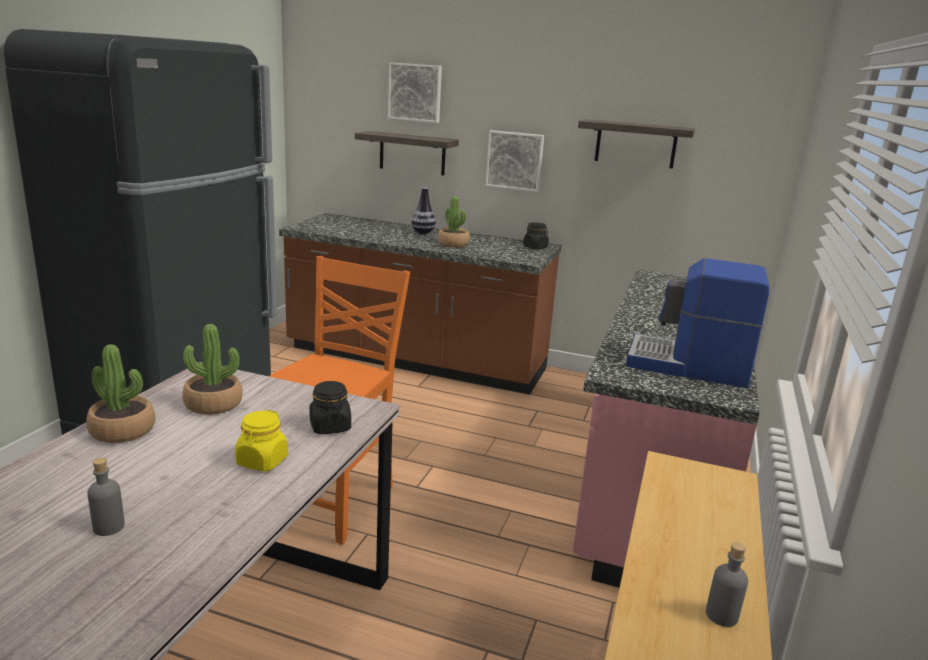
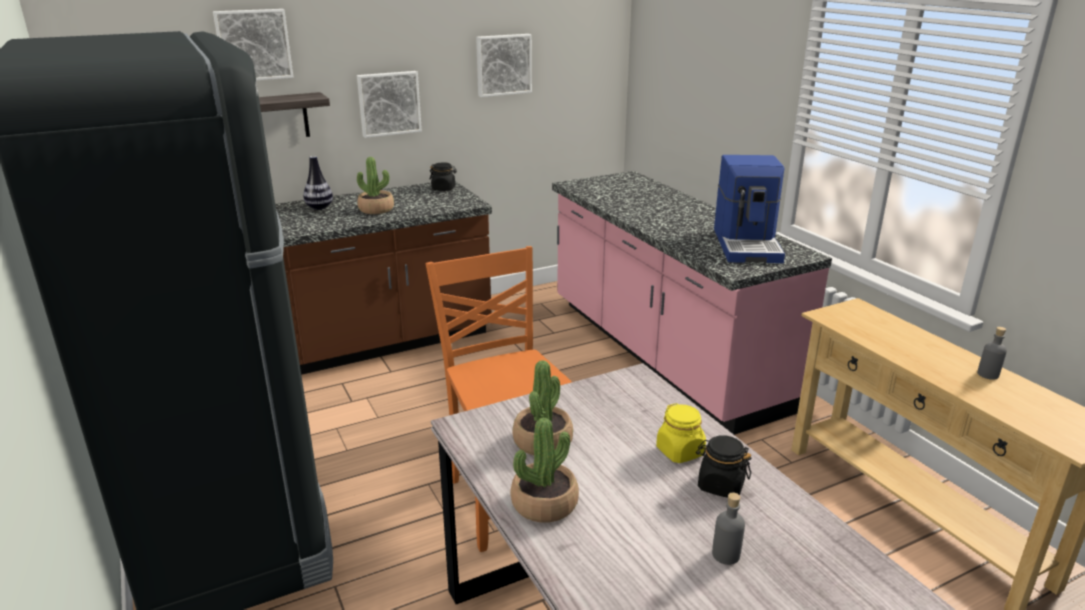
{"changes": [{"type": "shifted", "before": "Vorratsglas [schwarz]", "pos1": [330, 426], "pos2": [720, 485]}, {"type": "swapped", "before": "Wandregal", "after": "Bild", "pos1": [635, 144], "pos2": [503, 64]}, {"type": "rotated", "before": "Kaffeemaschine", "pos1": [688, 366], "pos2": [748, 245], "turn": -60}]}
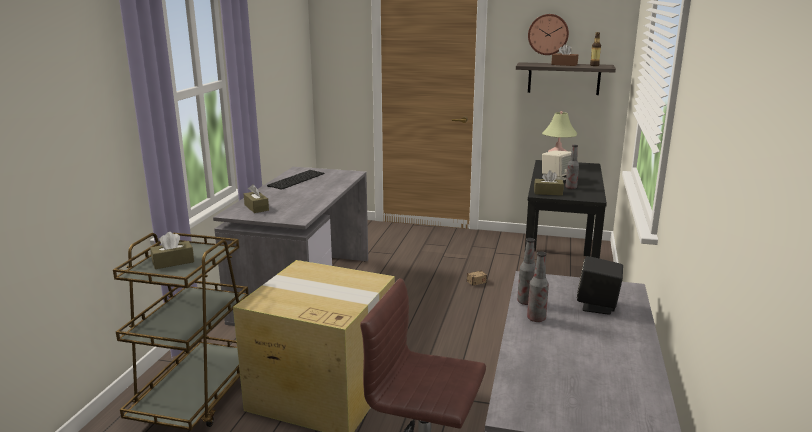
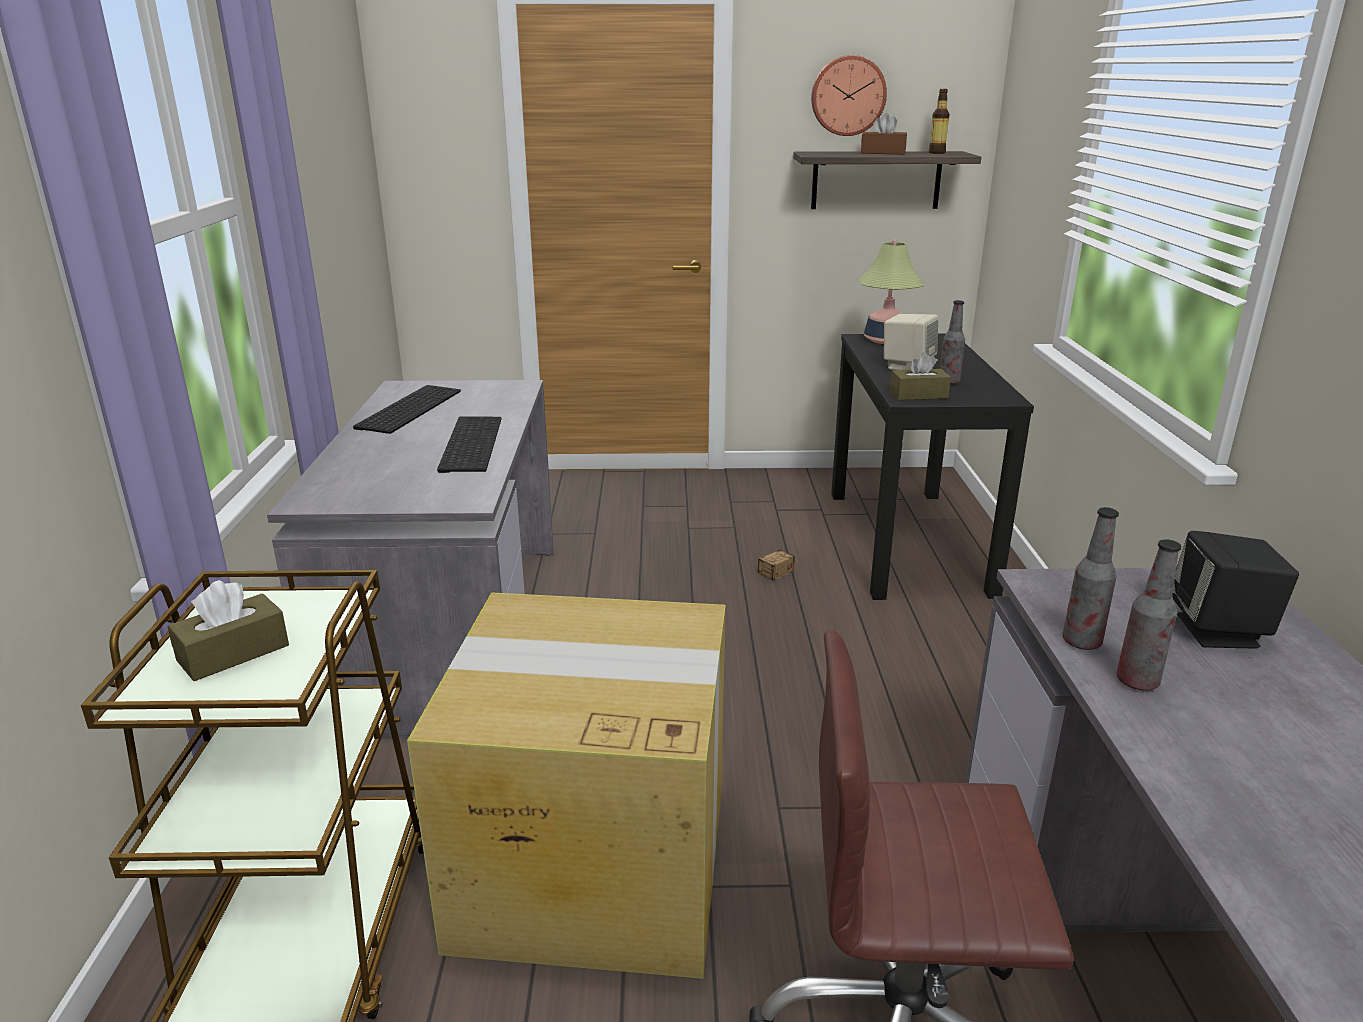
{"changes": [{"type": "gone", "before": "Taschentuchbox [braun]", "pos1": [256, 207]}, {"type": "new", "after": "Tastatur", "pos2": [469, 443]}]}
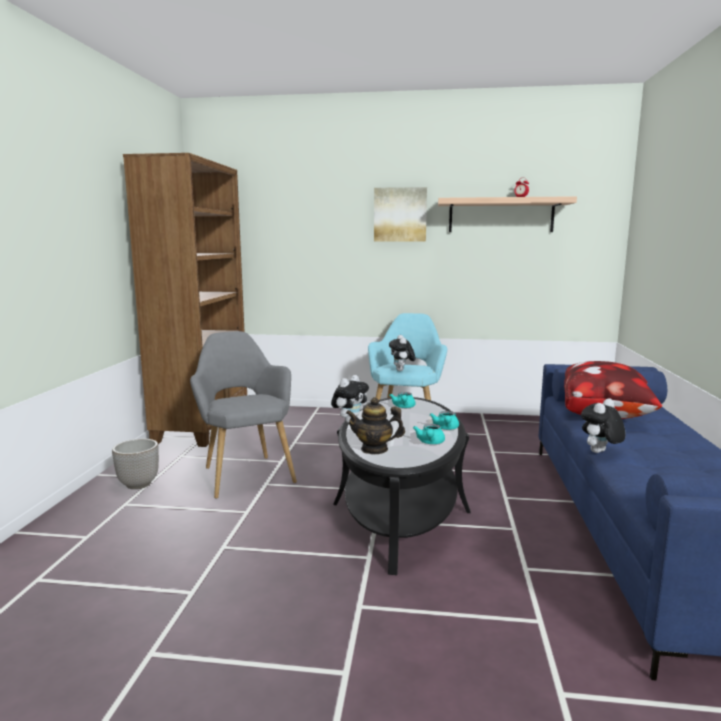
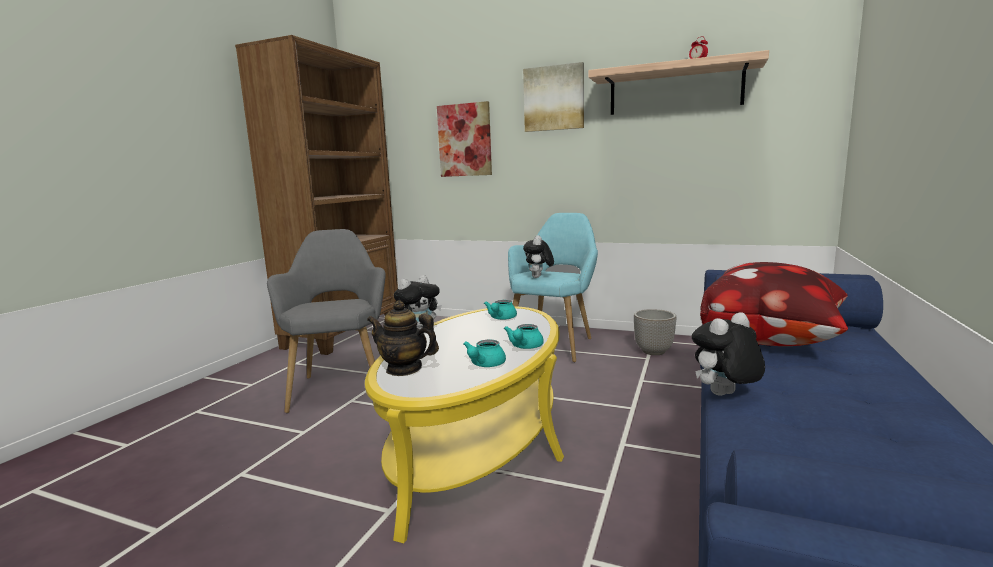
{"changes": [{"type": "new", "after": "Bild", "pos2": [465, 140]}, {"type": "shifted", "before": "Pflanzkübel", "pos1": [138, 484], "pos2": [653, 351]}, {"type": "repainted", "before": "Couchtisch [schwarz]", "after": "Couchtisch [gelb]", "pos1": [401, 507], "pos2": [478, 444]}]}
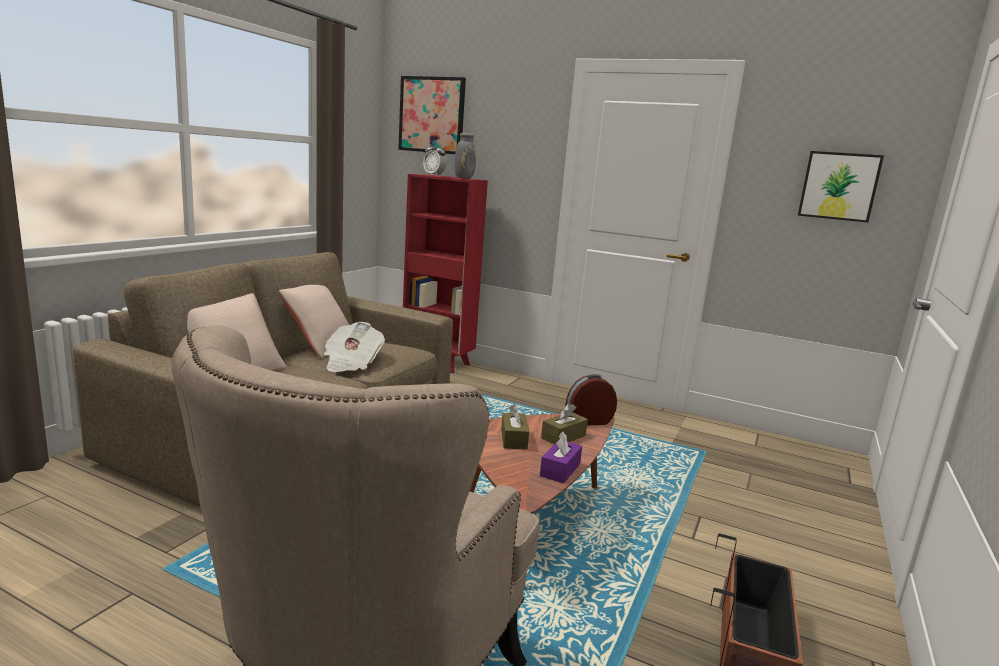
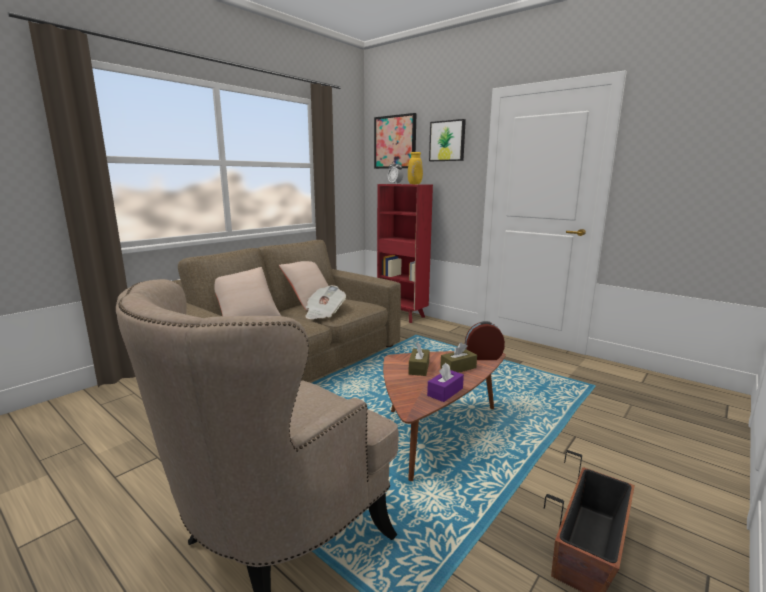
{"changes": [{"type": "shifted", "before": "Bild", "pos1": [839, 186], "pos2": [447, 141]}, {"type": "repainted", "before": "Vase [grau]", "after": "Vase [gelb]", "pos1": [464, 178], "pos2": [415, 184]}]}
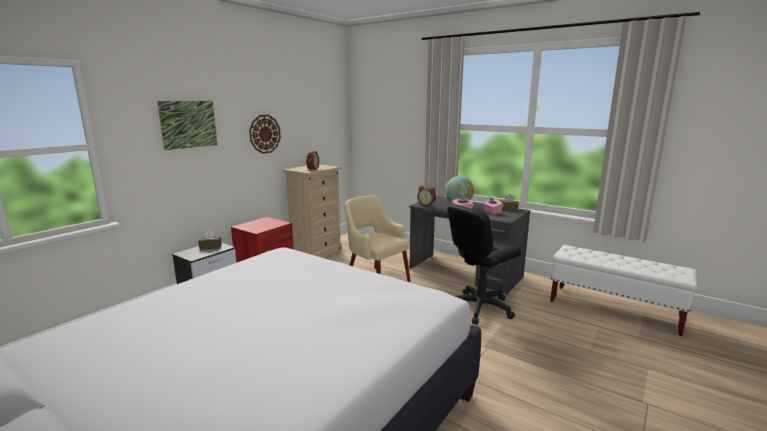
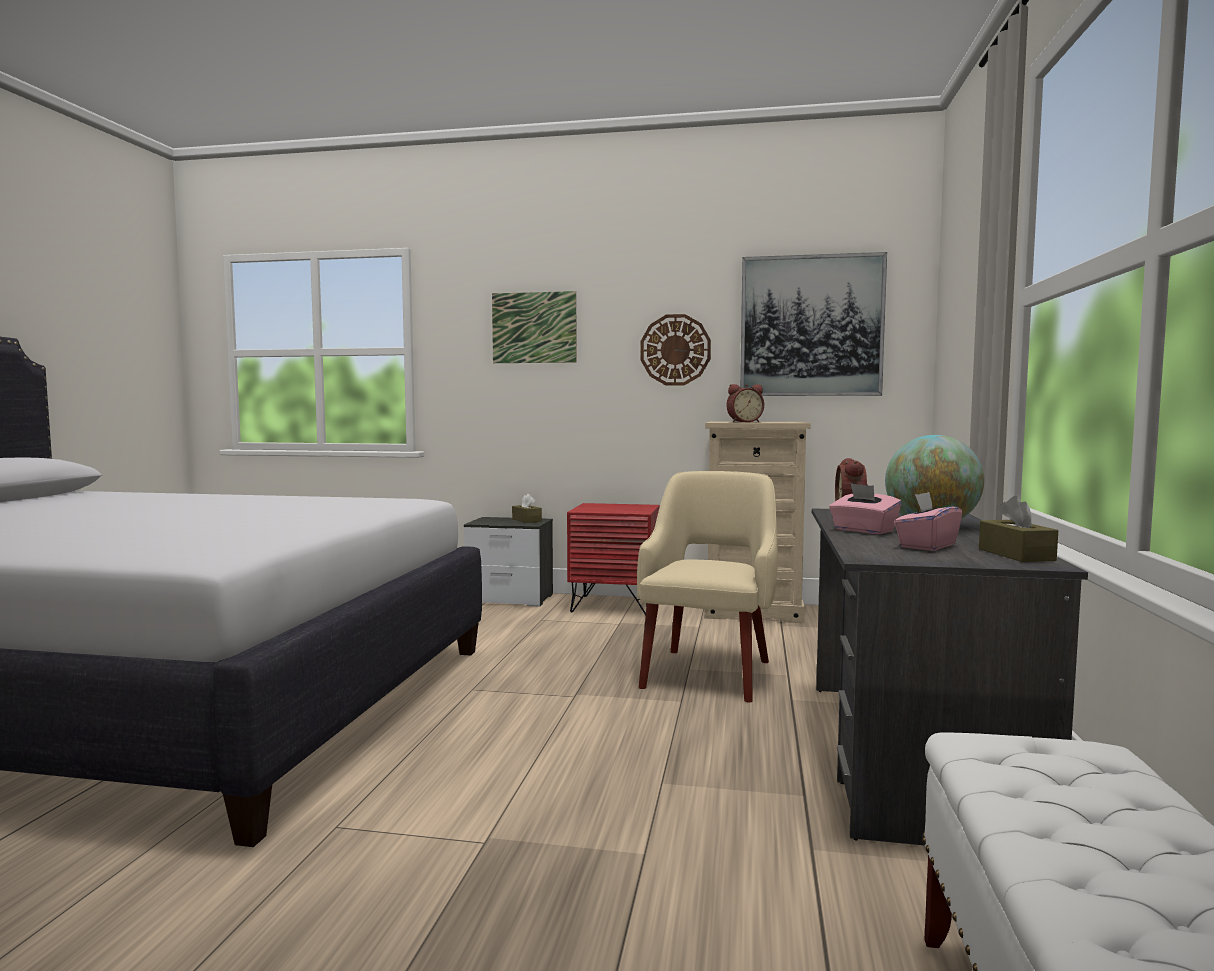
{"changes": [{"type": "gone", "before": "Bürostuhl [schwarz]", "pos1": [479, 307]}, {"type": "new", "after": "Bild", "pos2": [811, 326]}]}
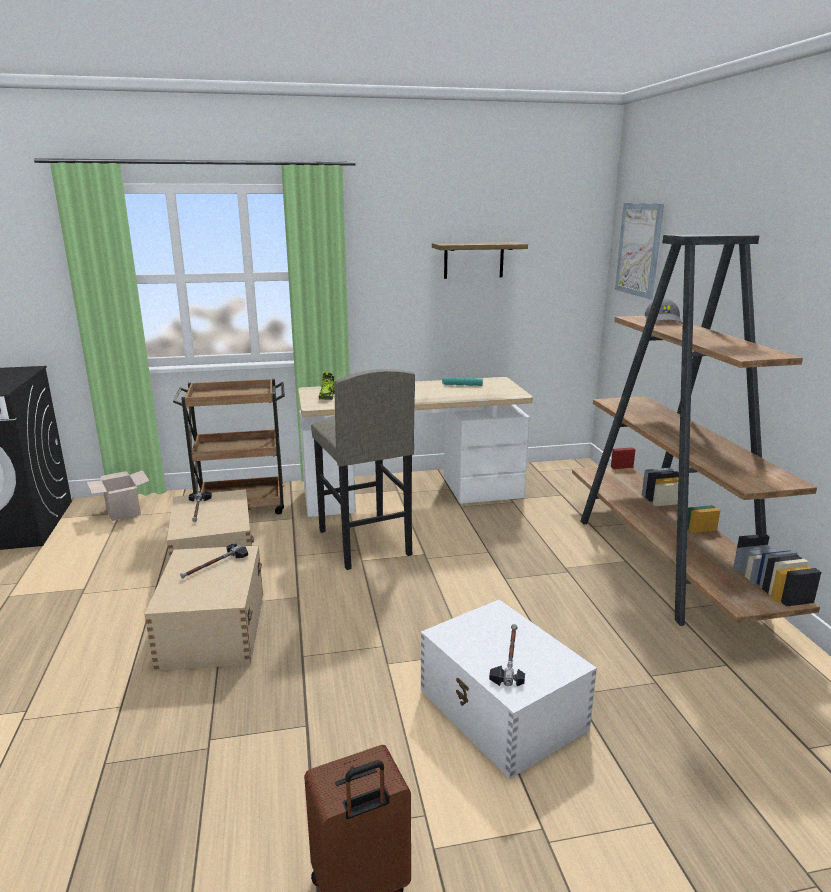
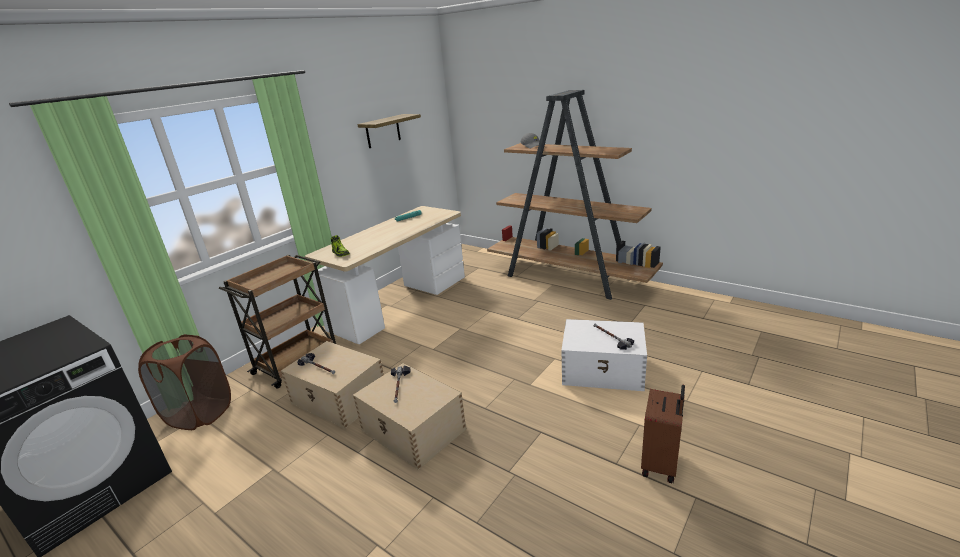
{"changes": [{"type": "gone", "before": "Hocker [grau]", "pos1": [364, 543]}, {"type": "gone", "before": "Bild", "pos1": [639, 249]}, {"type": "swapped", "before": "Karton", "after": "Wäschekorb [braun]", "pos1": [122, 511], "pos2": [199, 414]}]}
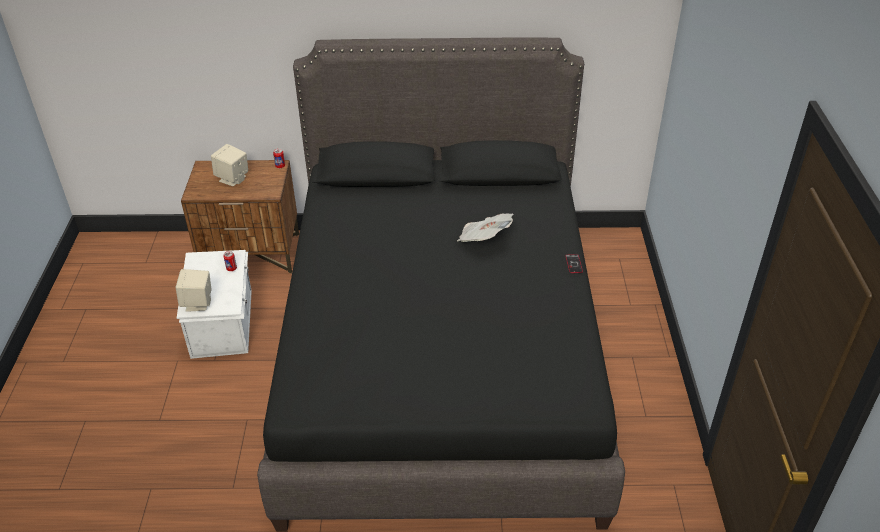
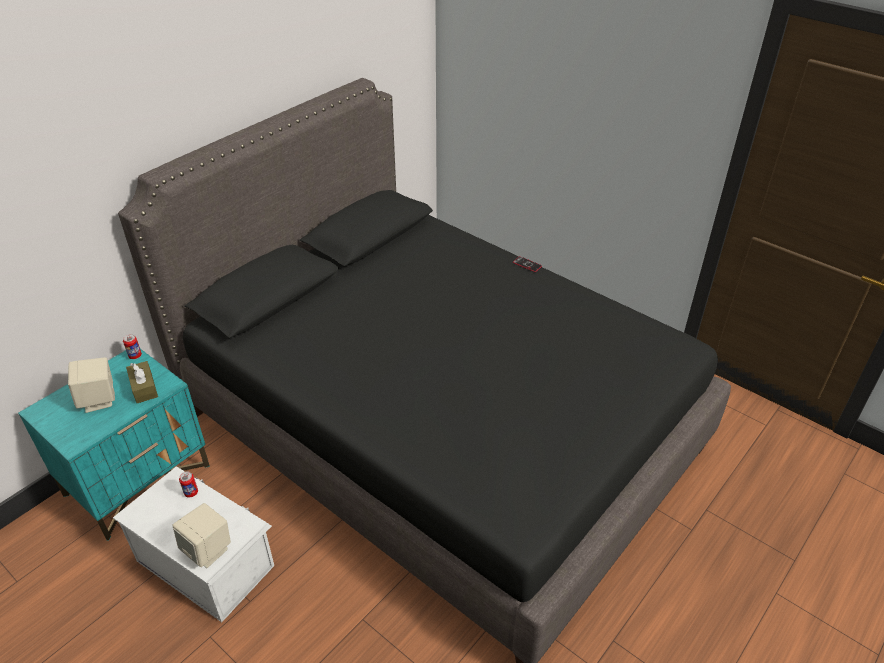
{"changes": [{"type": "gone", "before": "Zeitung", "pos1": [484, 239]}, {"type": "new", "after": "Taschentuchbox [braun]", "pos2": [144, 388]}, {"type": "repainted", "before": "Nachttisch [braun]", "after": "Nachttisch [türkis]", "pos1": [251, 253], "pos2": [138, 480]}]}
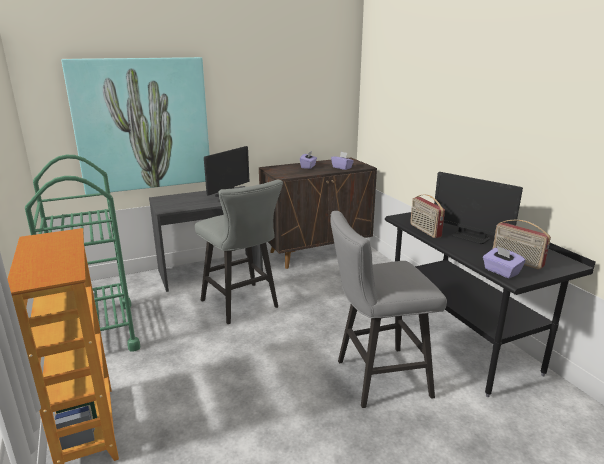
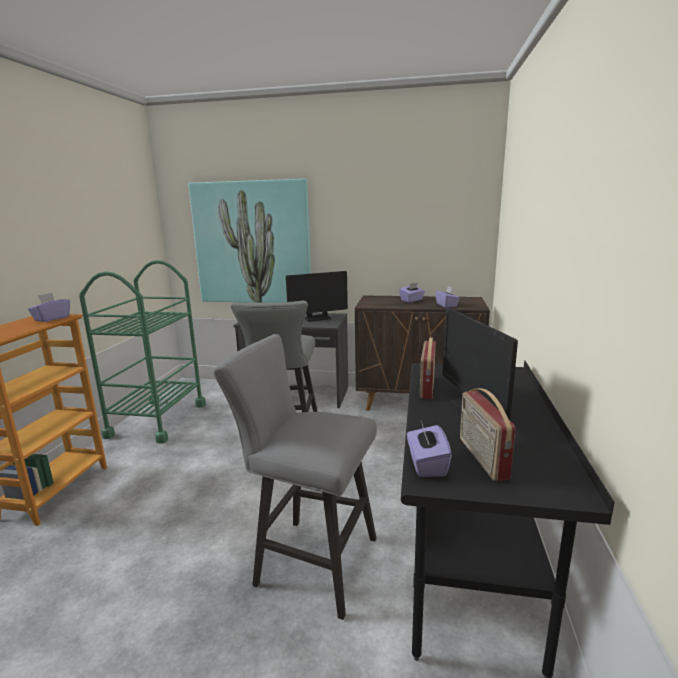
{"changes": [{"type": "new", "after": "Taschentuchbox [lila]", "pos2": [52, 318]}]}
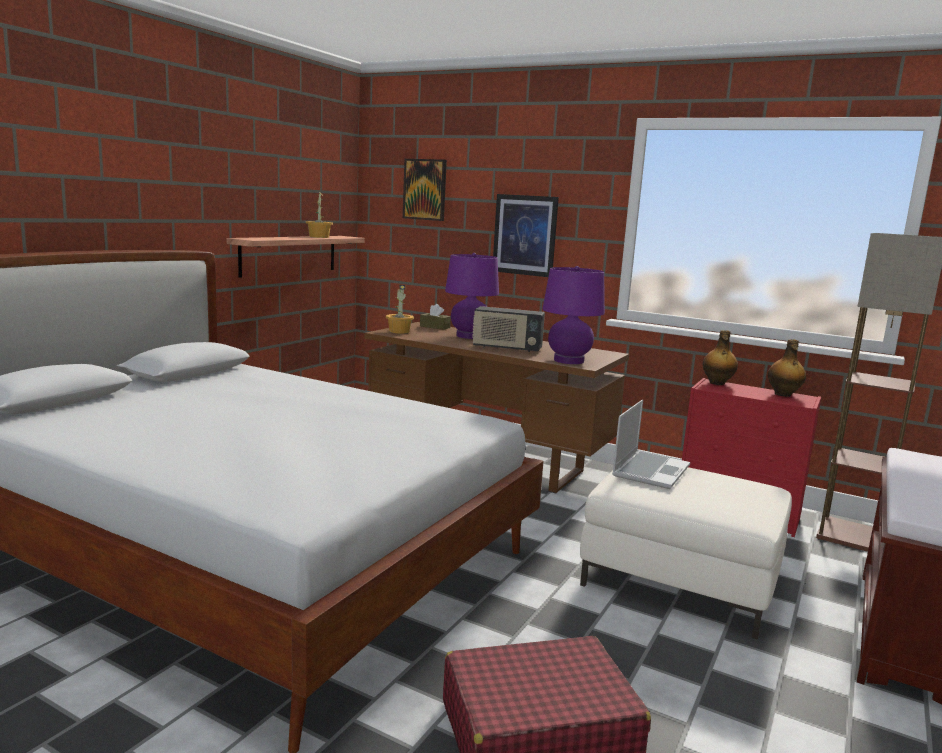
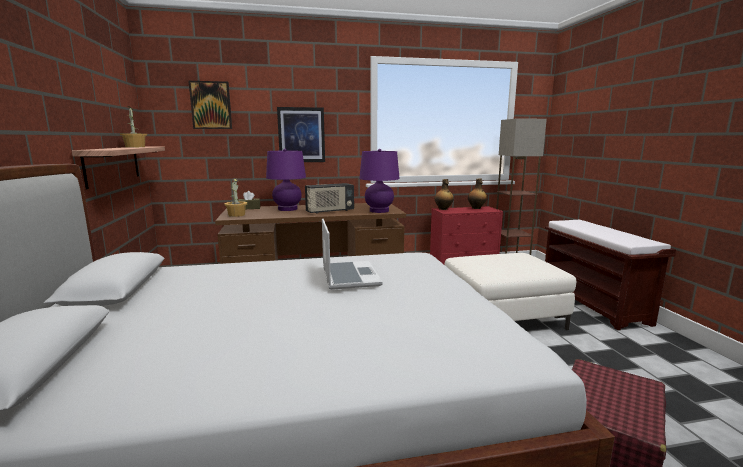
{"changes": [{"type": "shifted", "before": "Laptop", "pos1": [650, 471], "pos2": [348, 276]}]}
